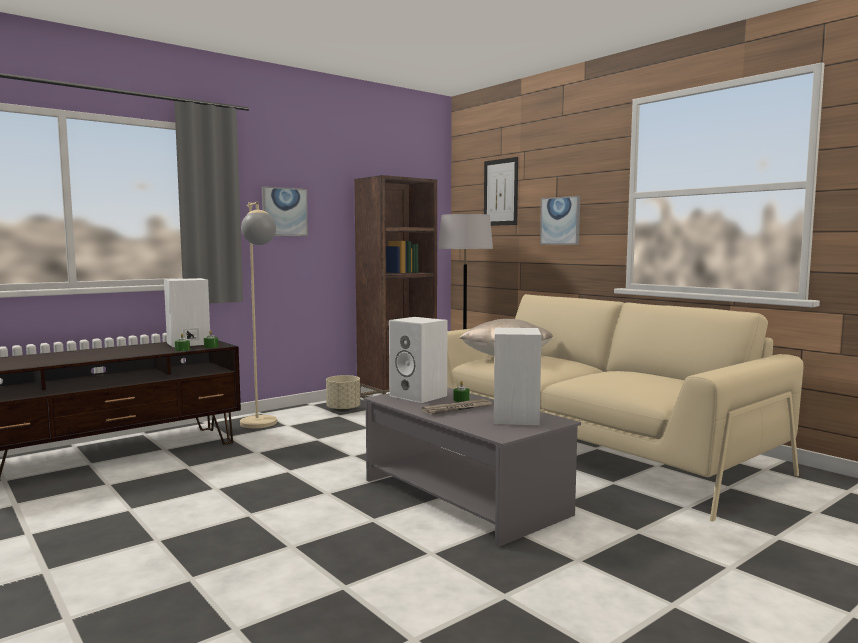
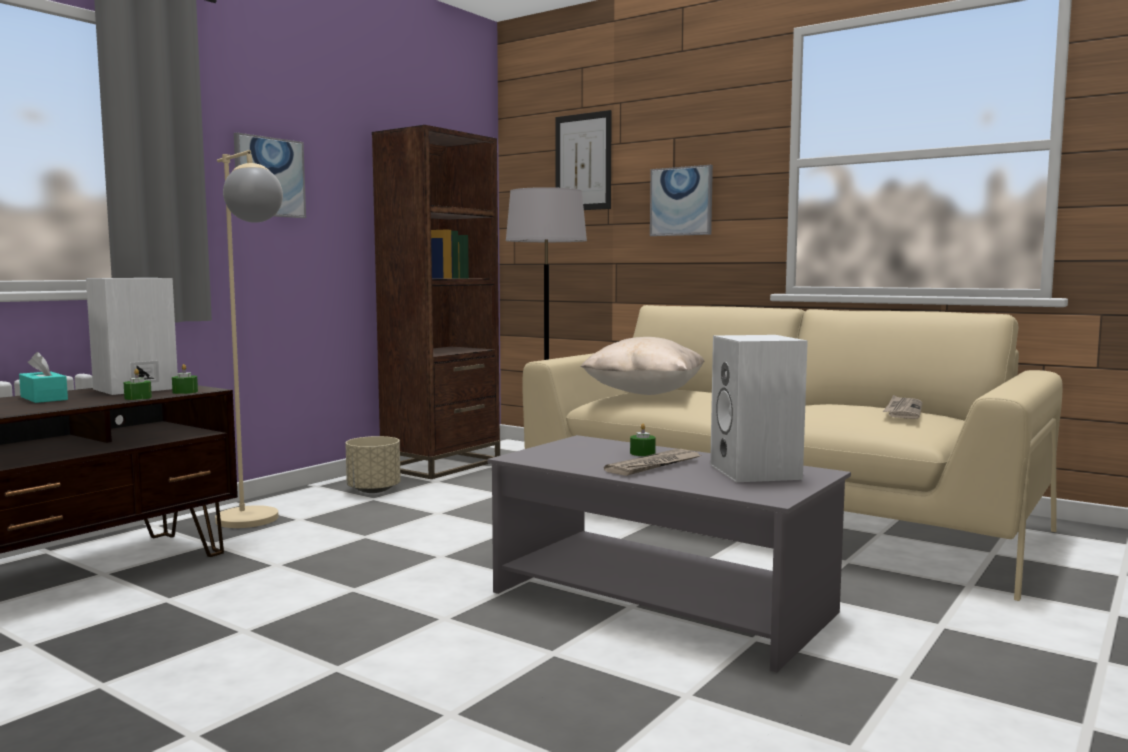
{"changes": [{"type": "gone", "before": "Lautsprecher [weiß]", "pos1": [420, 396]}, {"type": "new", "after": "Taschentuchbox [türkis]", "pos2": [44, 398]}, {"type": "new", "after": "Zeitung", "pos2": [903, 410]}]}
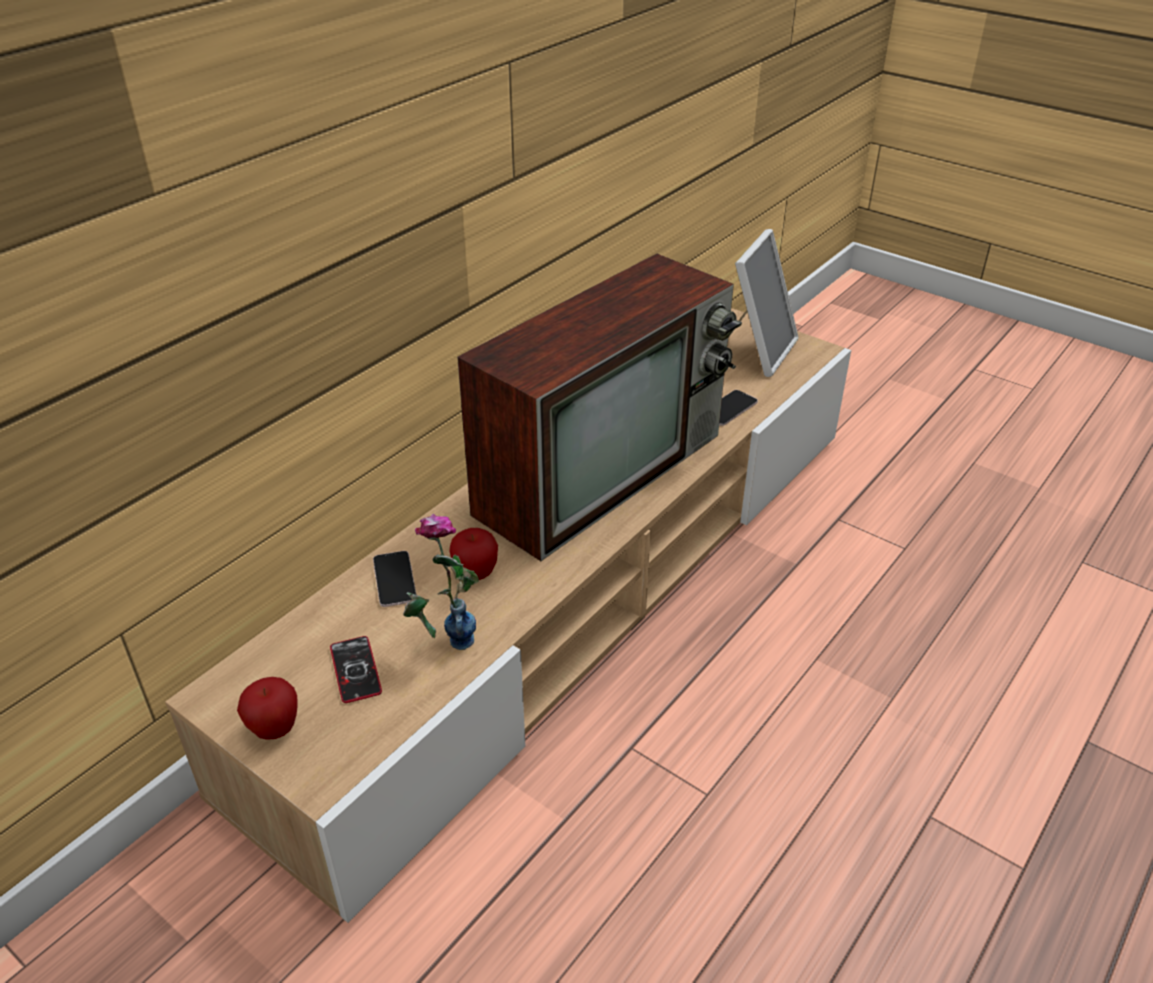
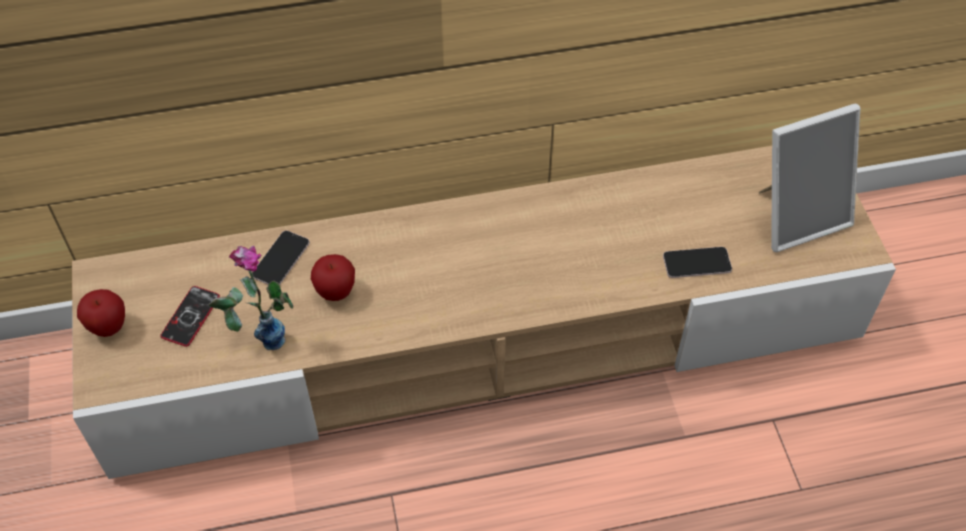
{"changes": [{"type": "gone", "before": "Fernseher", "pos1": [602, 470]}]}
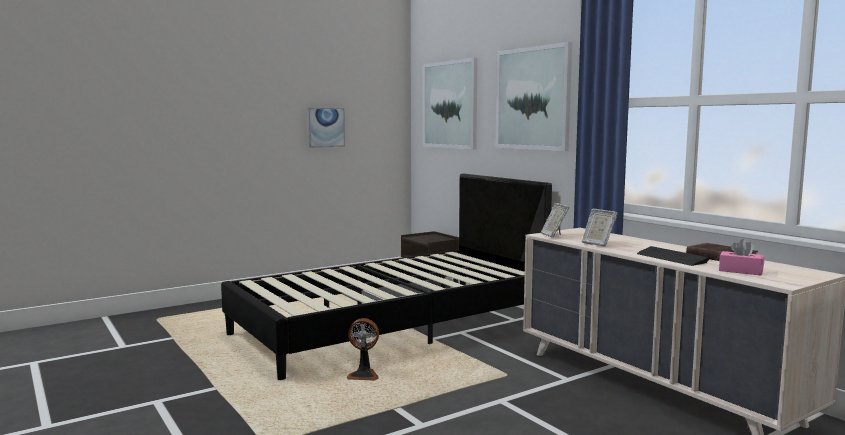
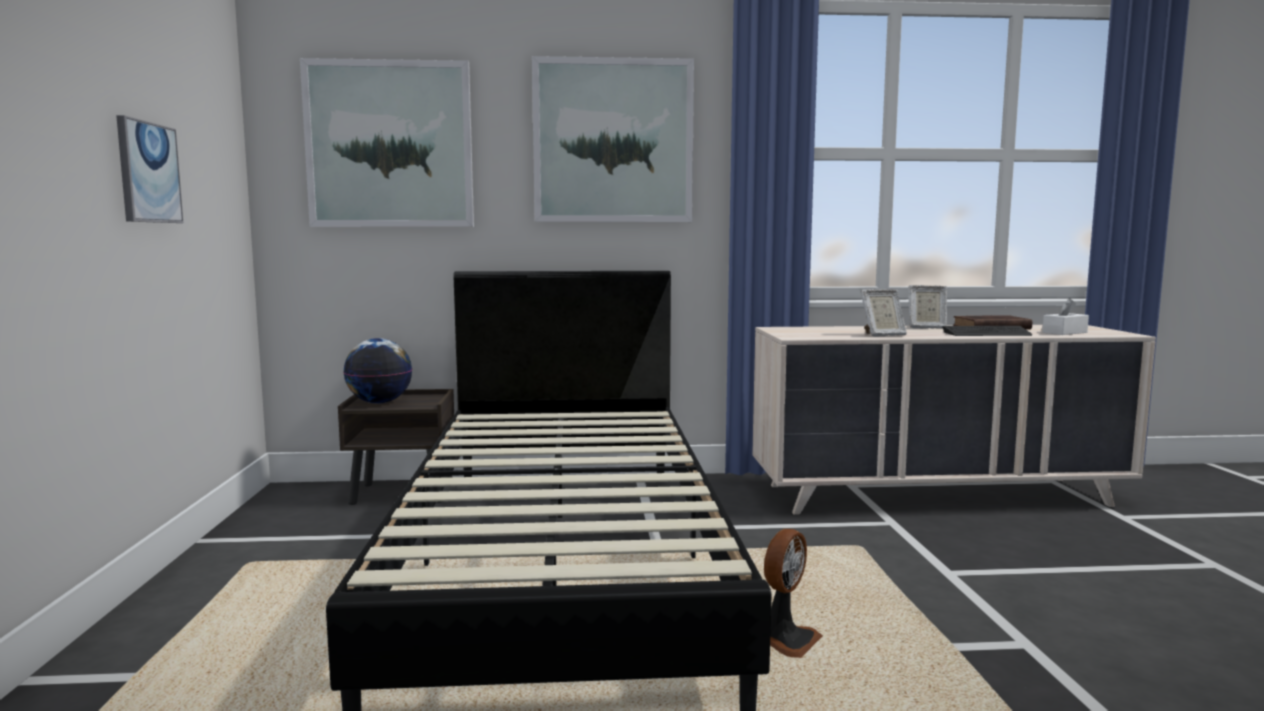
{"changes": [{"type": "new", "after": "Globus", "pos2": [379, 402]}, {"type": "shifted", "before": "Bilderrahmen", "pos1": [554, 235], "pos2": [926, 327]}, {"type": "repainted", "before": "Taschentuchbox [rosa]", "after": "Taschentuchbox [weiß]", "pos1": [740, 271], "pos2": [1064, 332]}]}
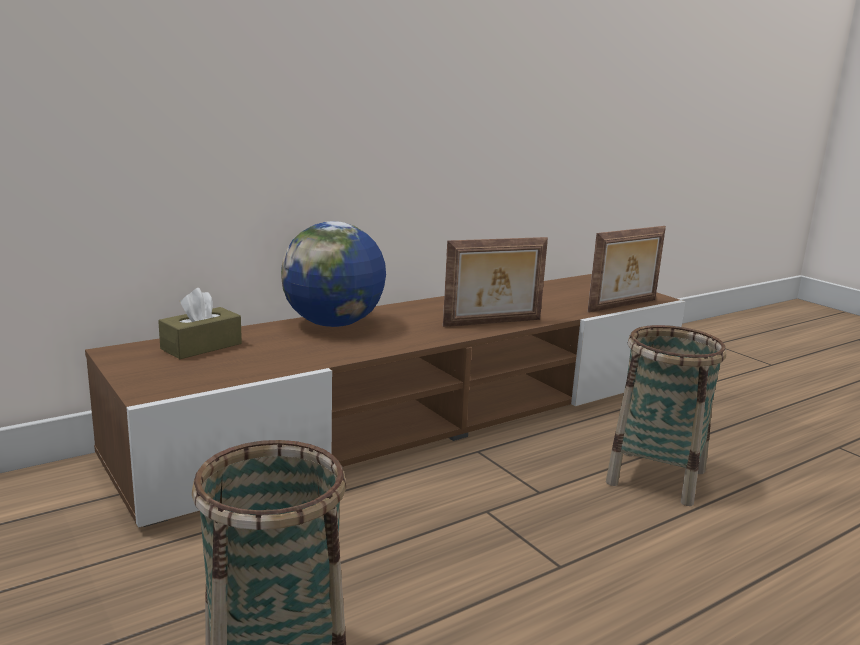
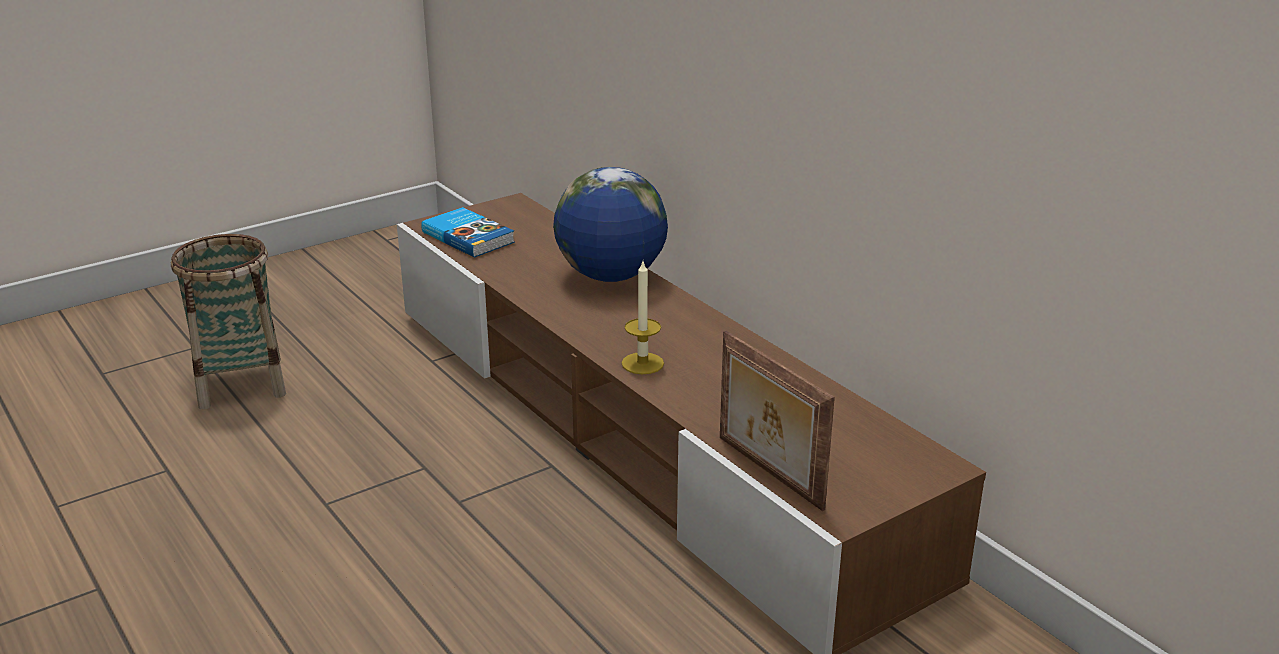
{"changes": [{"type": "gone", "before": "Taschentuchbox [braun]", "pos1": [201, 346]}, {"type": "gone", "before": "Korb", "pos1": [656, 477]}, {"type": "new", "after": "Buch", "pos2": [469, 237]}, {"type": "swapped", "before": "Bilderrahmen", "after": "Kerze", "pos1": [493, 323], "pos2": [642, 363]}]}
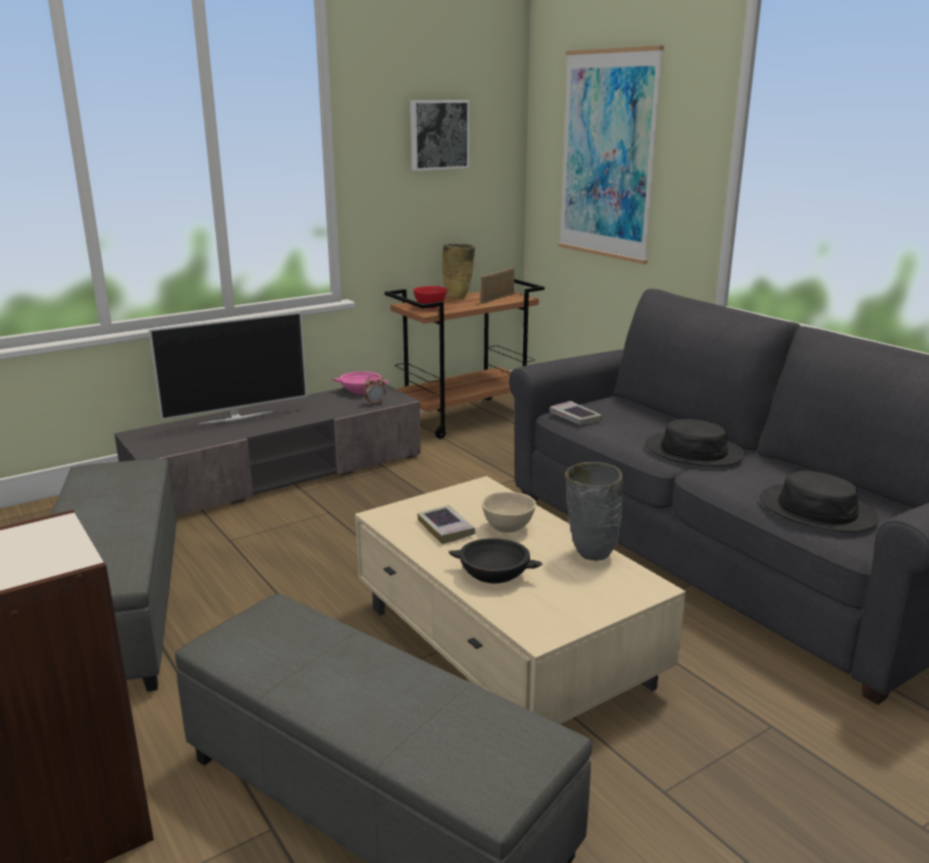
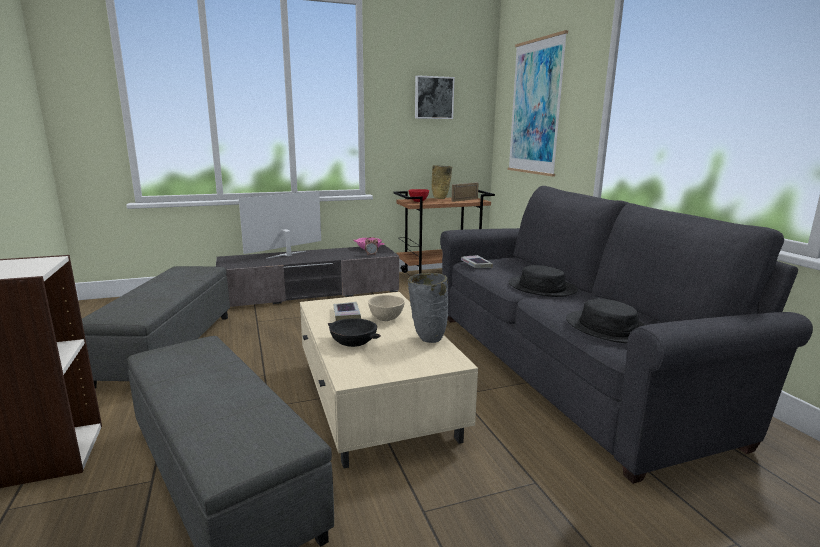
{"changes": [{"type": "rotated", "before": "Fernseher", "pos1": [236, 417], "pos2": [287, 255], "turn": 150}]}
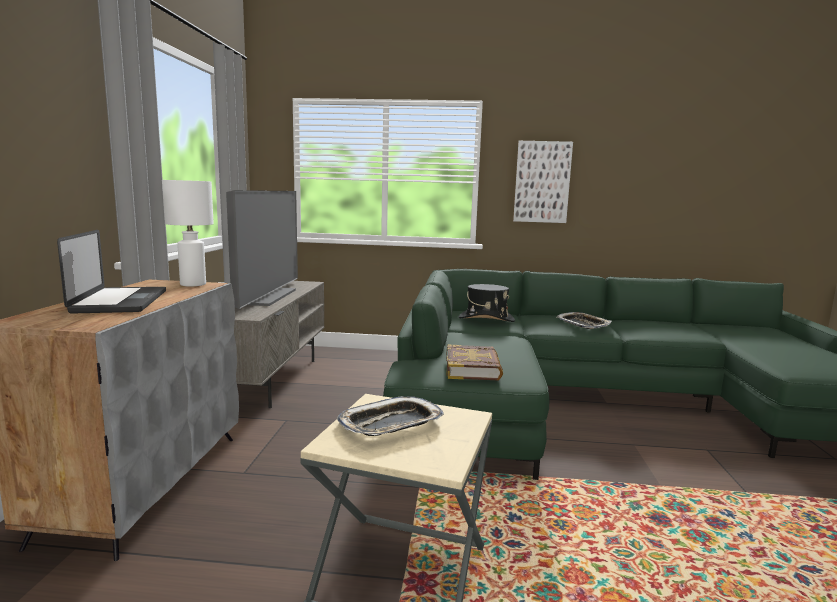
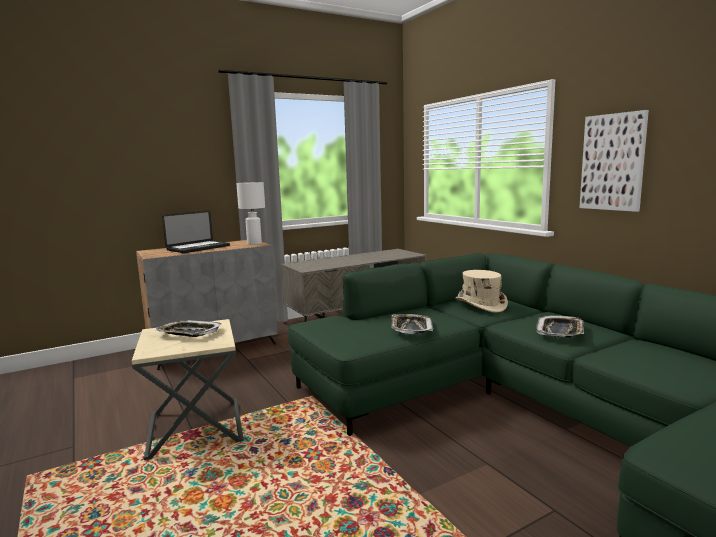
{"changes": [{"type": "gone", "before": "Fernseher", "pos1": [264, 296]}, {"type": "gone", "before": "Buch", "pos1": [473, 368]}, {"type": "new", "after": "Tablett", "pos2": [411, 328]}, {"type": "repainted", "before": "Hut [schwarz]", "after": "Hut [beige]", "pos1": [486, 319], "pos2": [480, 305]}]}
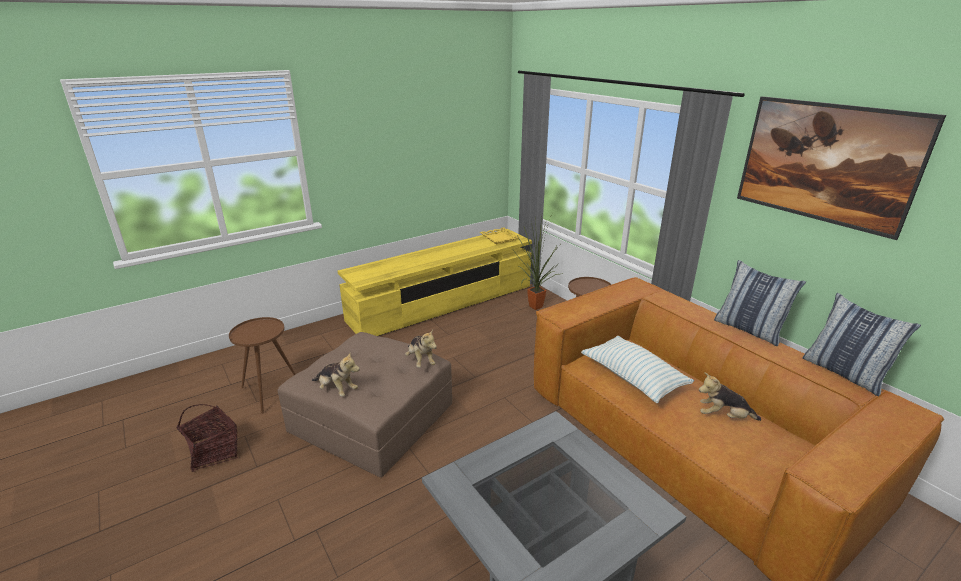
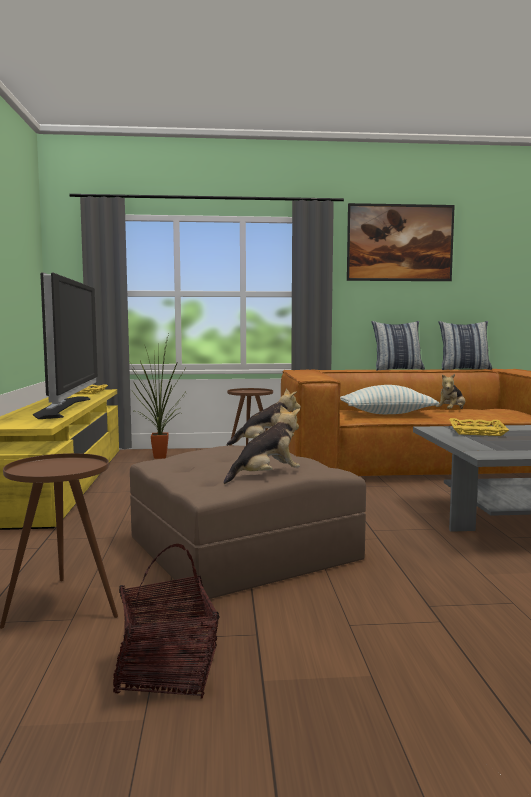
{"changes": [{"type": "new", "after": "Fernseher", "pos2": [65, 407]}, {"type": "new", "after": "Tablett [gelb]", "pos2": [477, 431]}]}
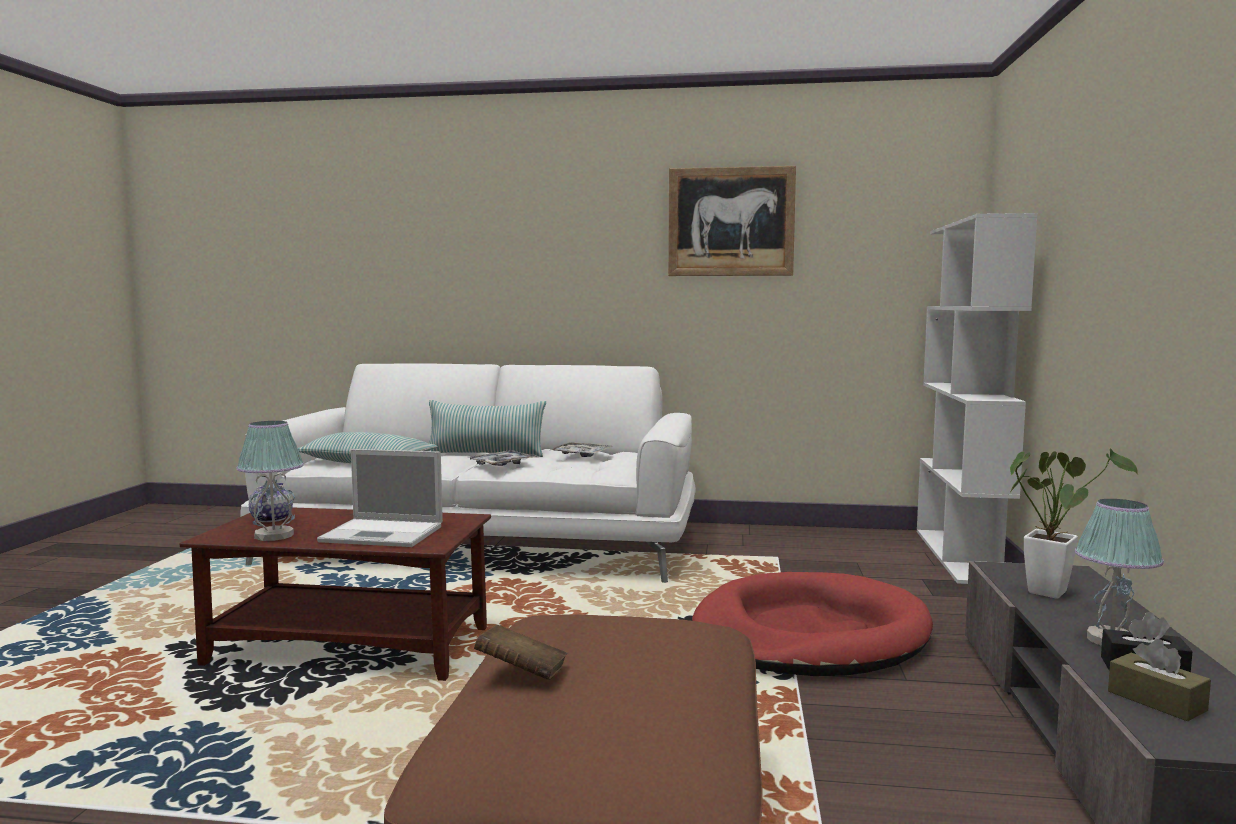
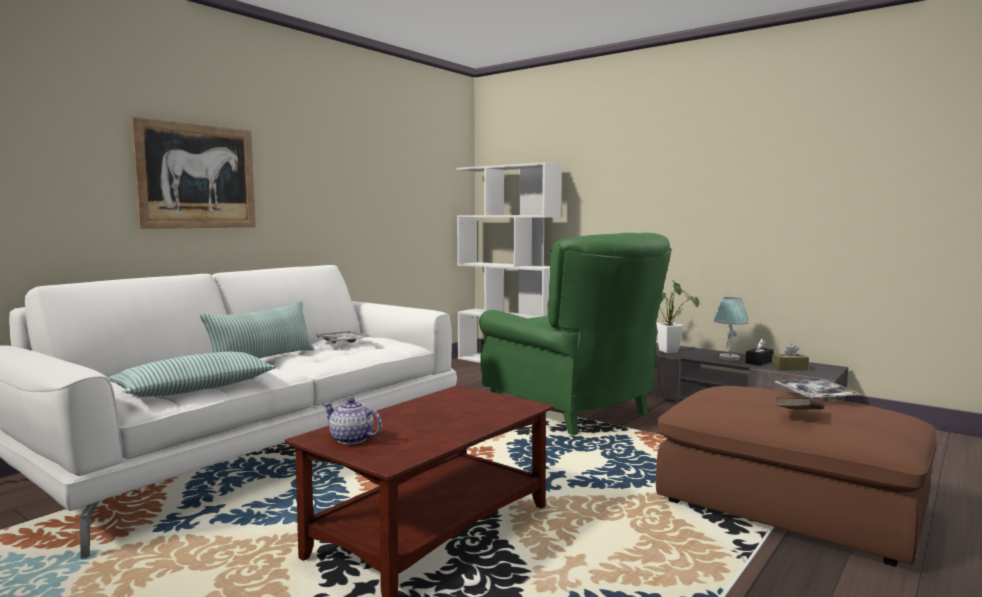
{"changes": [{"type": "gone", "before": "Tischlampe", "pos1": [273, 536]}, {"type": "gone", "before": "Laptop", "pos1": [384, 534]}, {"type": "shifted", "before": "Tablett", "pos1": [502, 464], "pos2": [815, 396]}, {"type": "shifted", "before": "Bild", "pos1": [731, 222], "pos2": [197, 176]}, {"type": "swapped", "before": "Hundebett [rot]", "after": "Sessel [grün]", "pos1": [809, 635], "pos2": [574, 412]}]}
